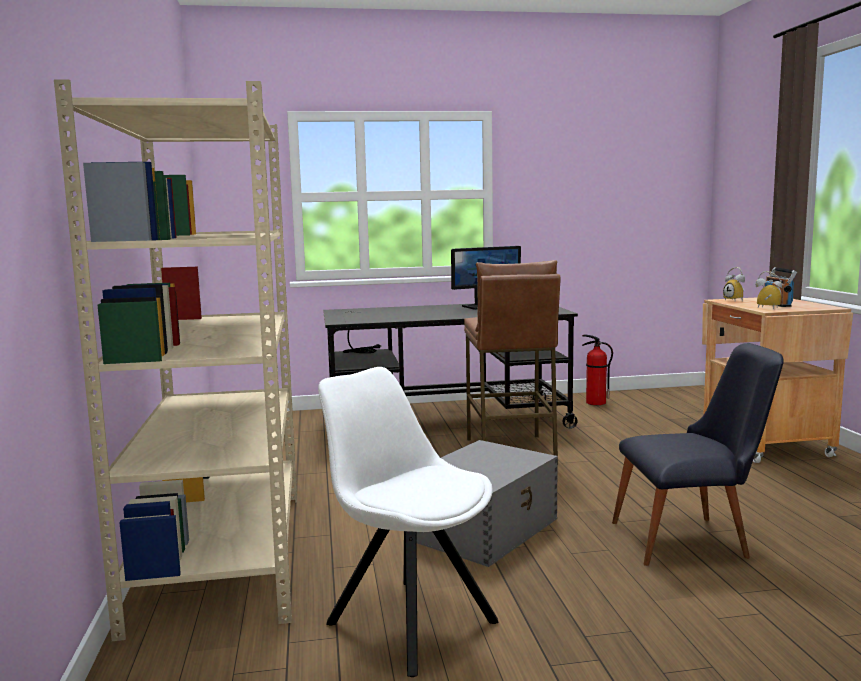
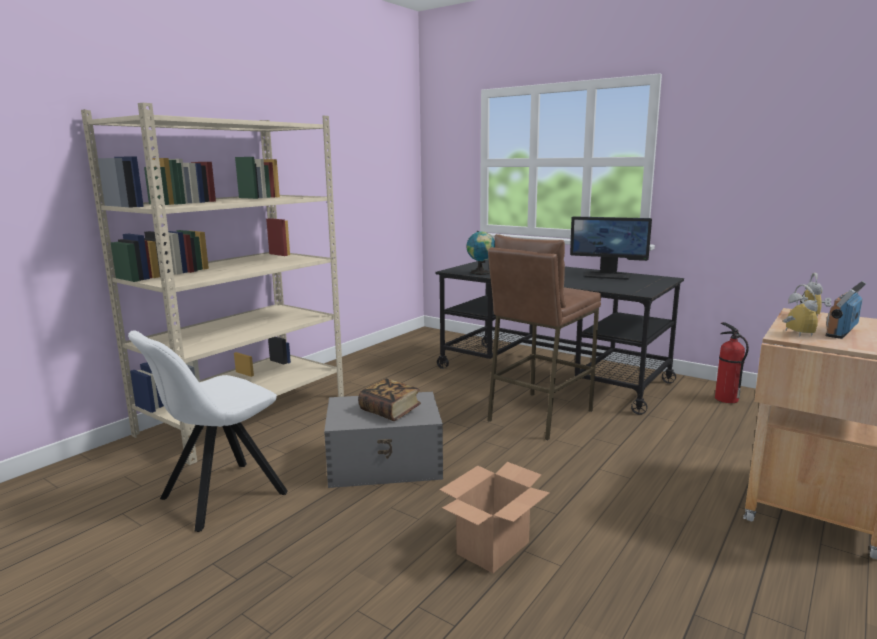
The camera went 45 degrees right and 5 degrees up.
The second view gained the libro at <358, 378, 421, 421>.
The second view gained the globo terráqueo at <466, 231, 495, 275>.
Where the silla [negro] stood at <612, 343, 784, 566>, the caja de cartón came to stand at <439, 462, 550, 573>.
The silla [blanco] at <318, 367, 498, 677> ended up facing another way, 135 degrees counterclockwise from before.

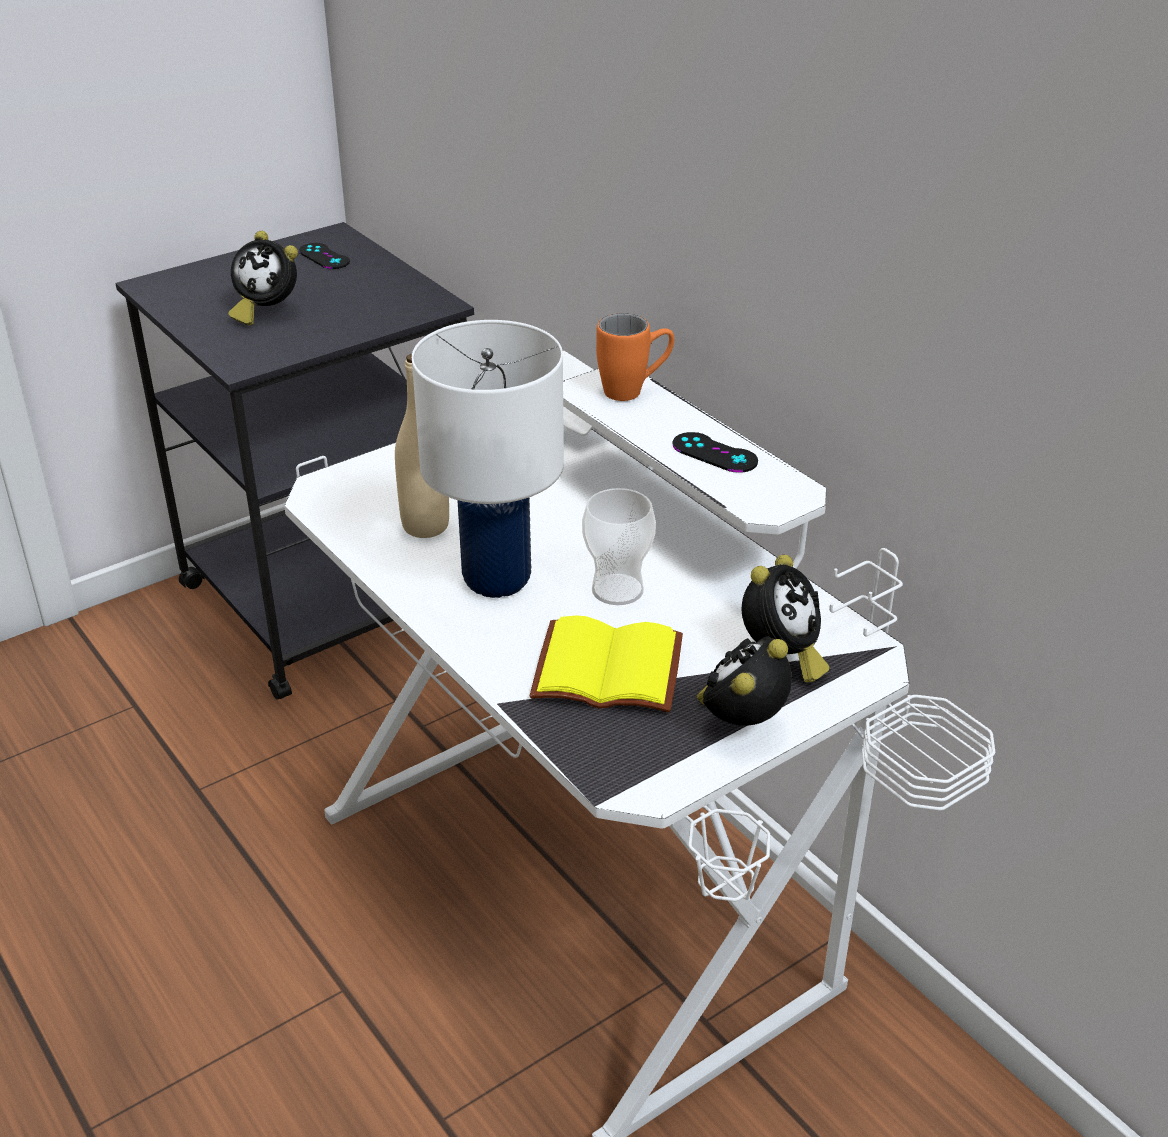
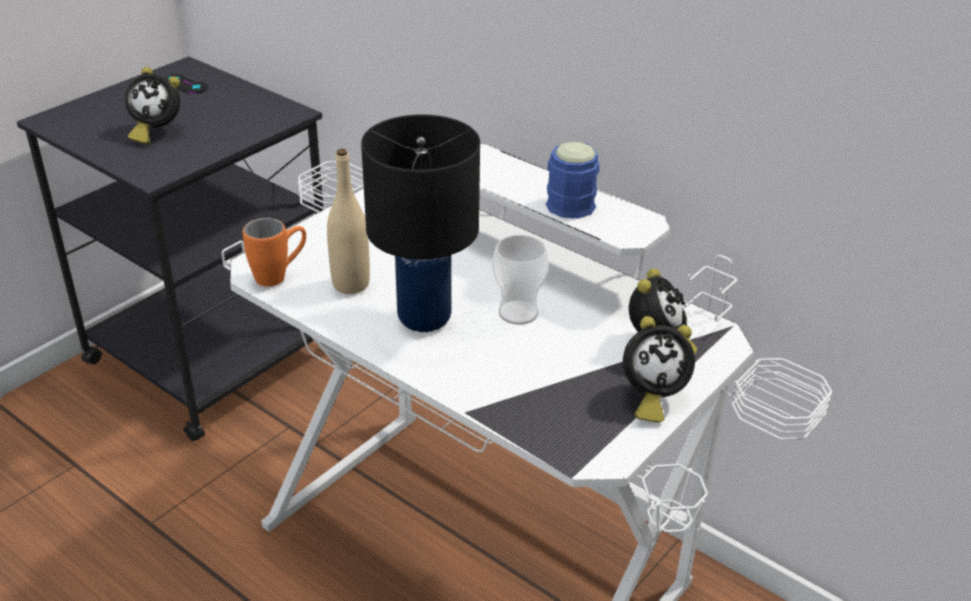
The camera went 15 degrees left and 0 degrees up.
The second view lost the libro [amarillo] at <530, 616, 683, 712>.
The taza grande [naranja] ended up elsewhere, having gone from <596, 313, 674, 401> to <243, 218, 306, 287>.
Where the mando de consola [negro] stood at <673, 432, 758, 473>, the taza grande [azul] came to stand at <546, 142, 600, 219>.
What was the lámpara de mesa [blanco] at <412, 320, 564, 598> turned into the lámpara de mesa [negro] at <361, 114, 480, 332>.
The despertador at <697, 636, 792, 726> ended up facing another way, 120 degrees counterclockwise from before.

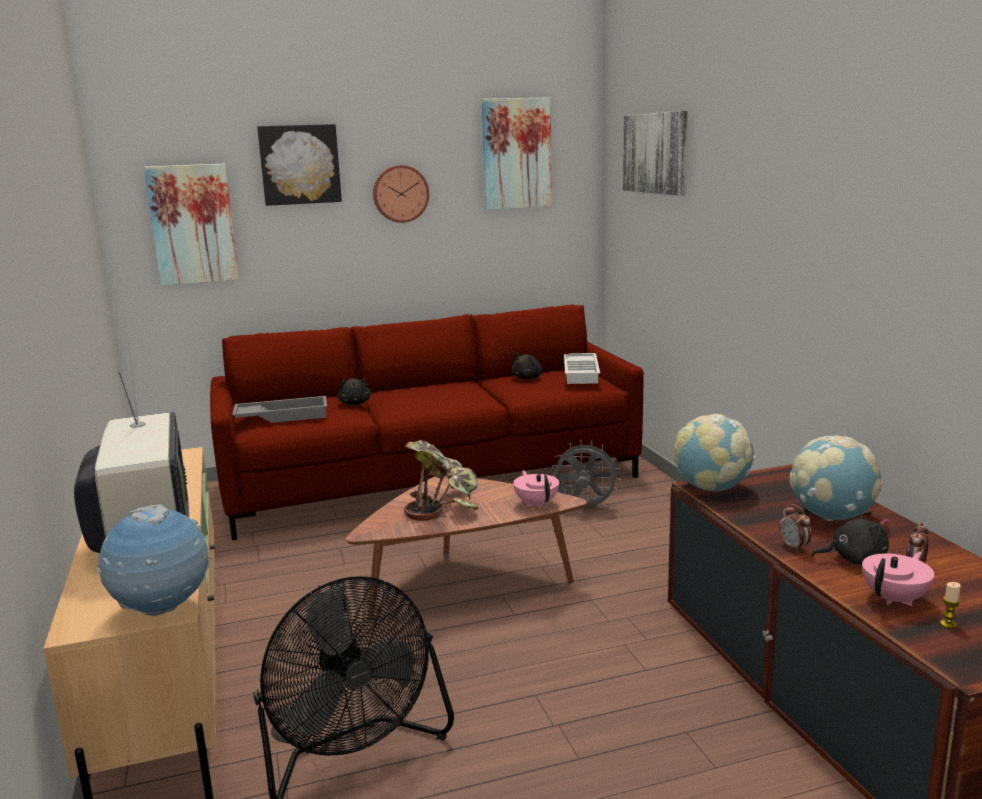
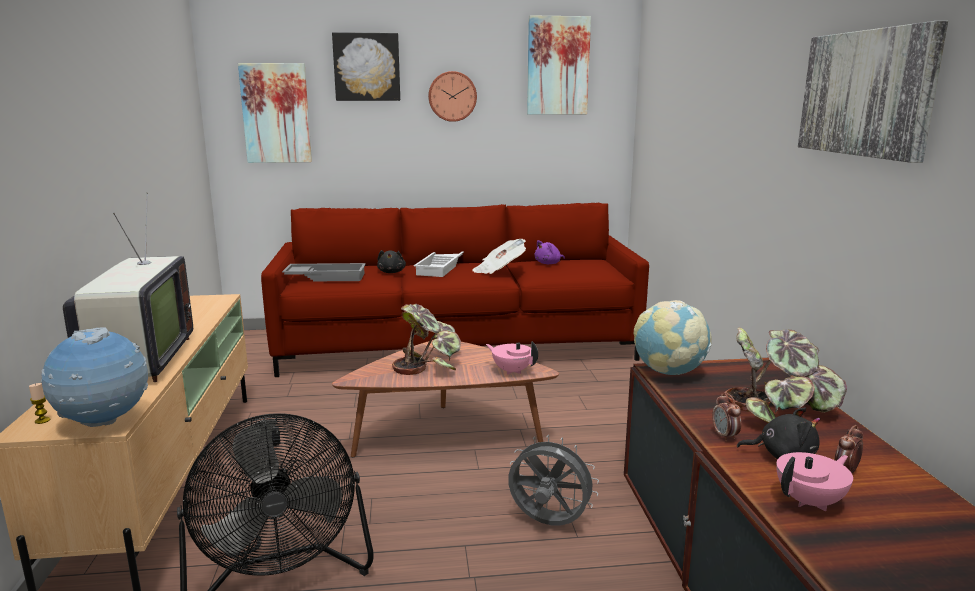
The camera went 10 degrees right and 0 degrees up.
The second view gained the periódico at <472, 239, 526, 274>.
The ventilador [gris] ended up elsewhere, having gone from <552, 440, 621, 507> to <508, 435, 599, 525>.
The bandeja [blanco] ended up elsewhere, having gone from <564, 353, 600, 384> to <414, 251, 464, 277>.
The cuadro ended up elsewhere, having gone from <623, 111, 688, 195> to <798, 21, 948, 163>.
The vela ended up elsewhere, having gone from <940, 582, 961, 628> to <29, 383, 50, 424>.
Where the globo terráqueo stood at <789, 435, 881, 521>, the planta en maceta came to stand at <724, 328, 847, 423>.
What was the peluche [negro] at <512, 353, 544, 379> turned into the peluche [morado] at <534, 240, 565, 264>.
The tetera [rosa] at <513, 470, 559, 509> ended up facing another way, 45 degrees counterclockwise from before.

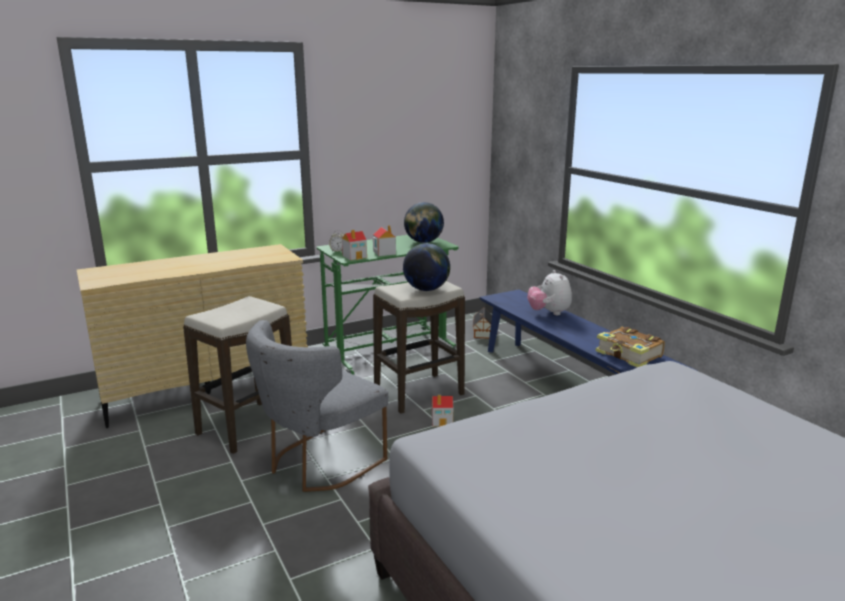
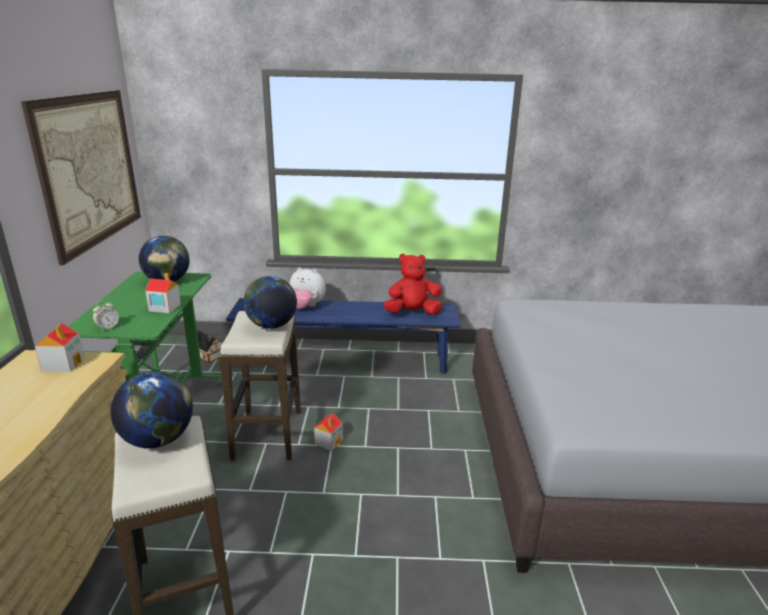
The camera went 60 degrees left and 5 degrees up.
The second view lost the silla [gris] at <246, 320, 388, 492>.
The second view gained the cuadro at <21, 90, 141, 265>.
The second view gained the globo terráqueo at <111, 371, 193, 448>.
The casita ended up elsewhere, having gone from <342, 230, 367, 260> to <35, 323, 84, 372>.
Where the libro stood at <596, 327, 665, 367>, the peluche [rojo] came to stand at <384, 253, 442, 315>.

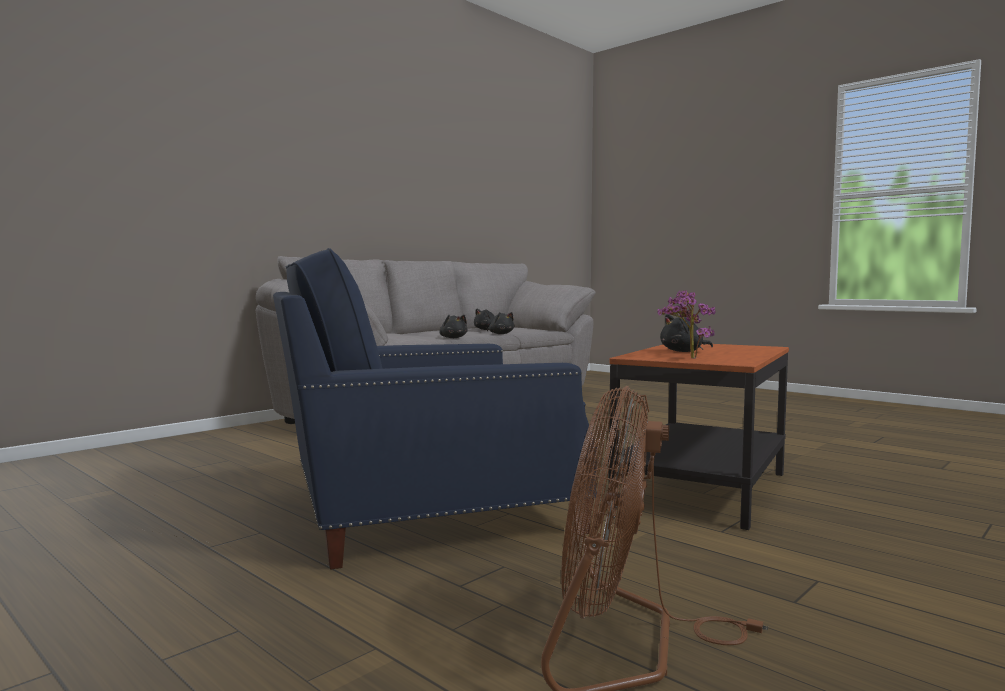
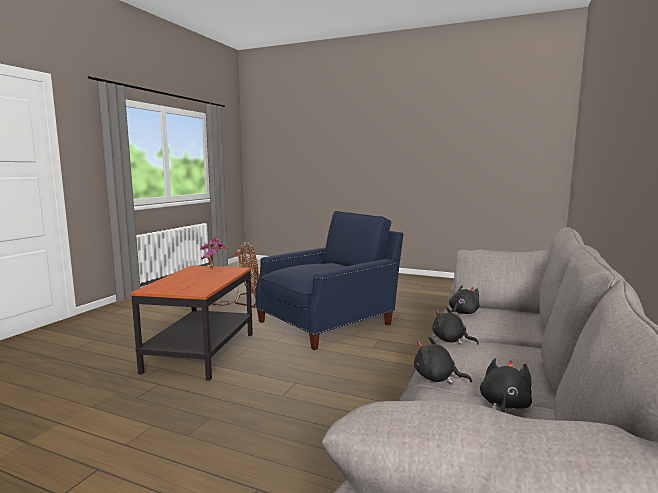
The camera went 160 degrees right and 5 degrees up.
The peluche [negro] ended up elsewhere, having gone from <660, 314, 713, 352> to <449, 285, 480, 314>.

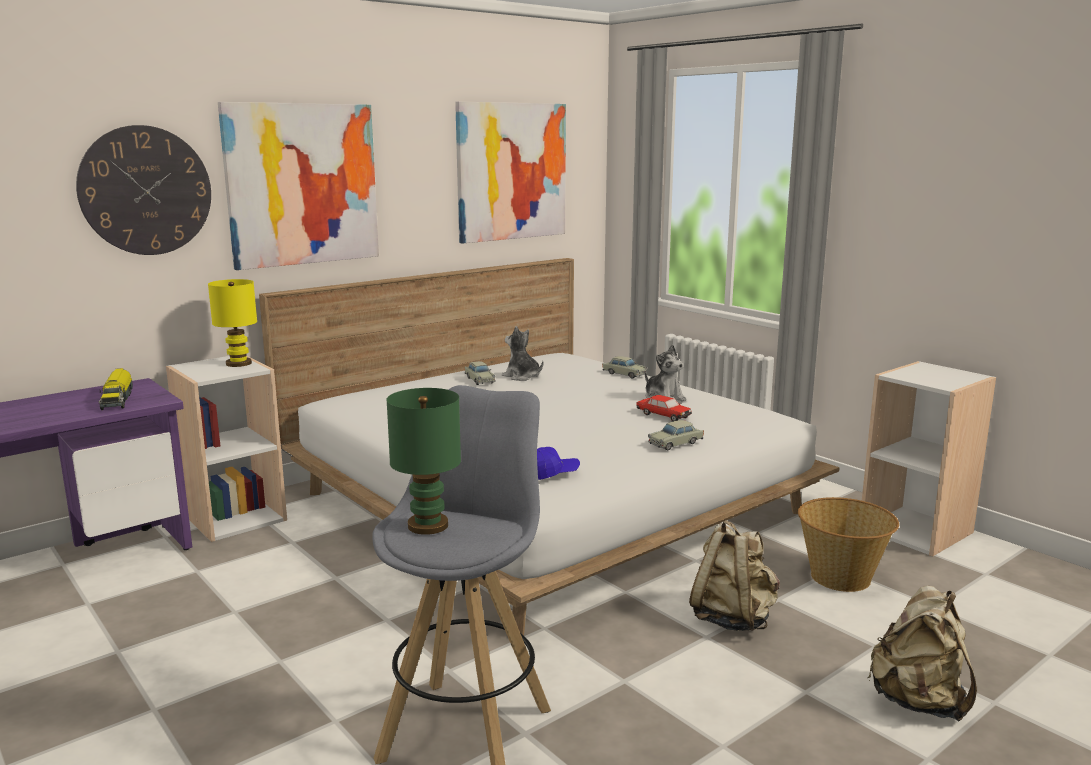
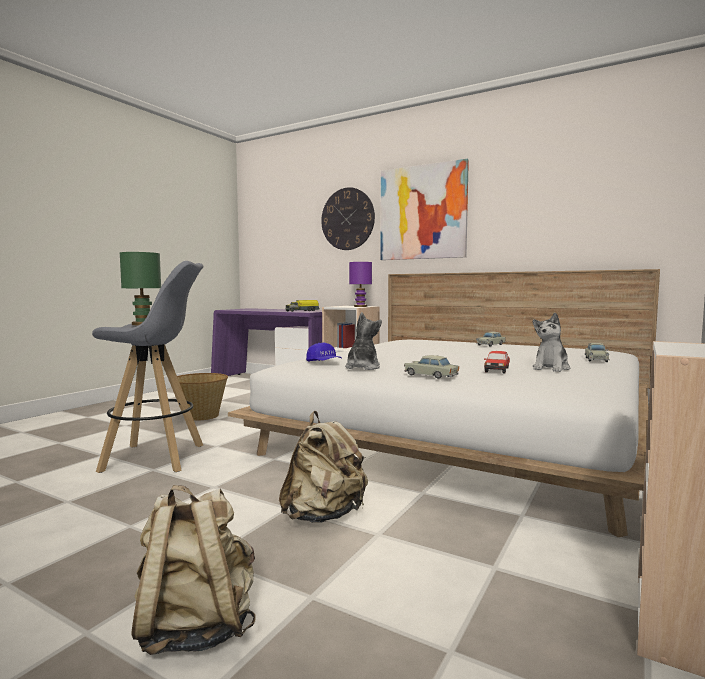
The camera went 70 degrees right and 10 degrees down.
The second view lost the cuadro at <455, 101, 566, 244>.
The peluche ended up elsewhere, having gone from <502, 326, 543, 381> to <345, 312, 382, 370>.
The cesta ended up elsewhere, having gone from <798, 497, 899, 592> to <177, 373, 228, 421>.
What was the lámpara de mesa [amarillo] at <208, 279, 257, 367> turned into the lámpara de mesa [morado] at <349, 262, 372, 307>.

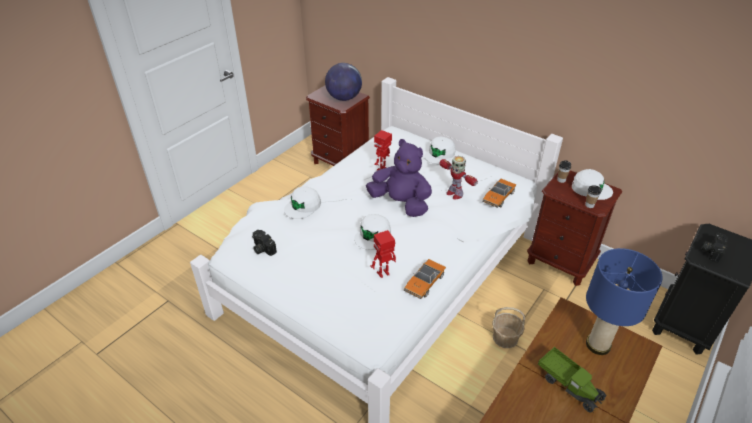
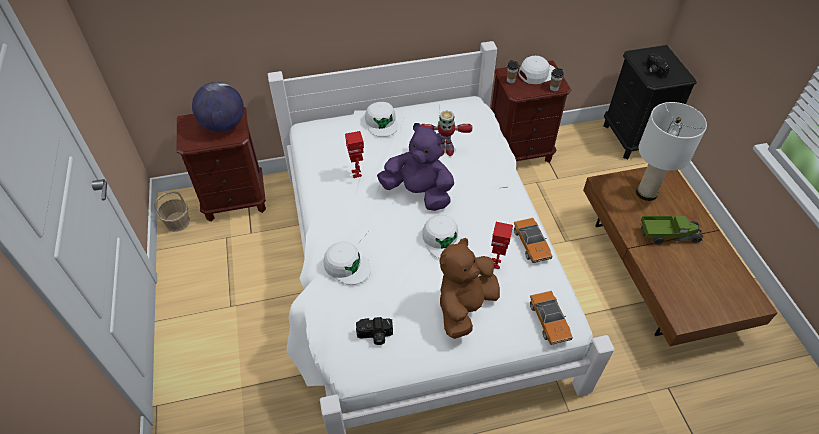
The camera went 50 degrees left and 10 degrees up.
The second view gained the peluche [marrón] at <439, 238, 500, 339>.
The coche de juguete ended up elsewhere, having gone from <482, 179, 516, 208> to <530, 291, 573, 345>.
The cesta ended up elsewhere, having gone from <492, 307, 525, 348> to <154, 191, 190, 232>.
What was the lámpara de mesa [azul] at <586, 248, 663, 355> turned into the lámpara de mesa [blanco] at <636, 102, 707, 201>.
The gorra [blanco] at <284, 186, 321, 219> ended up facing another way, 45 degrees counterclockwise from before.
The peluche [morado] at <366, 139, 432, 217> ended up facing another way, 45 degrees clockwise from before.

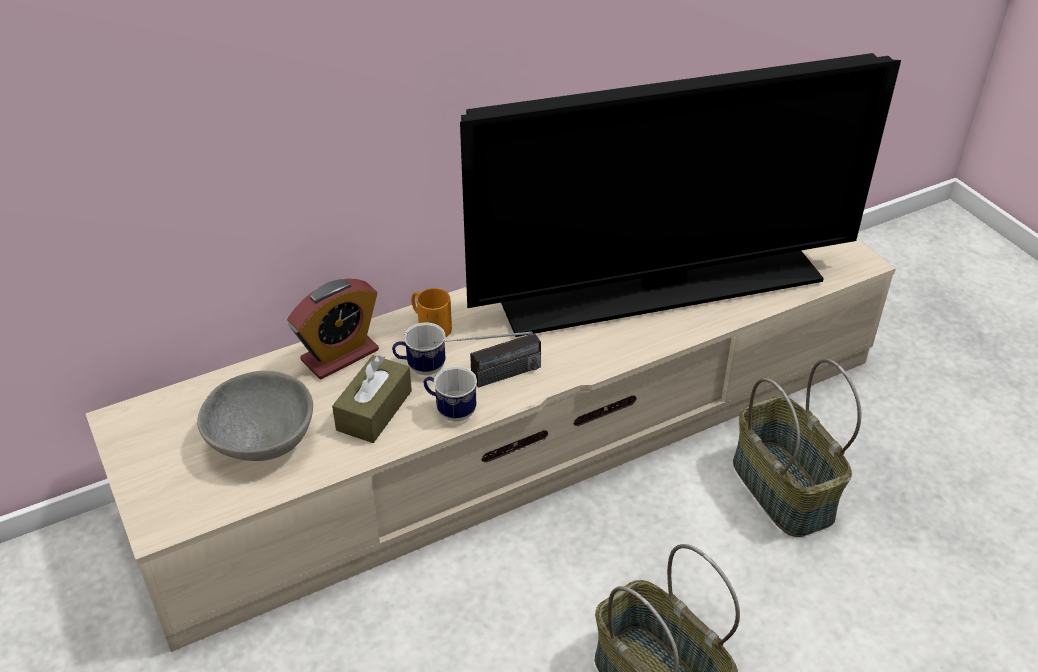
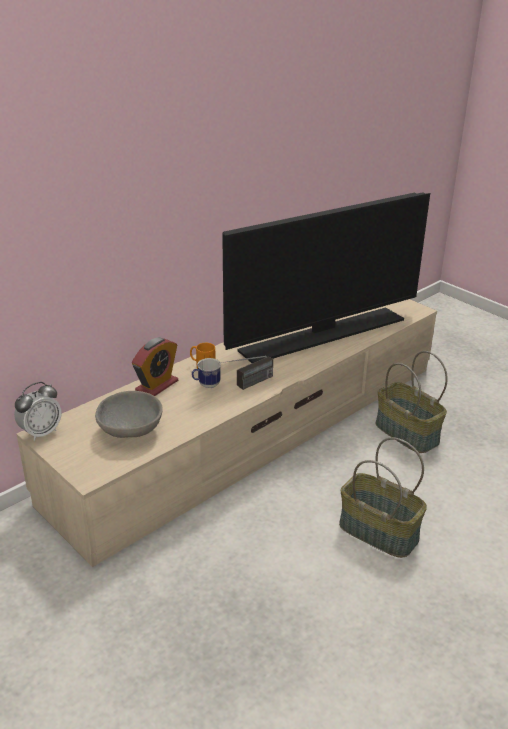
The camera went 15 degrees left and 10 degrees down.
The second view lost the caja de pañuelos [marrón] at <332, 355, 412, 443>.
The second view lost the taza grande at <424, 366, 477, 421>.
The second view gained the despertador at <14, 382, 62, 441>.

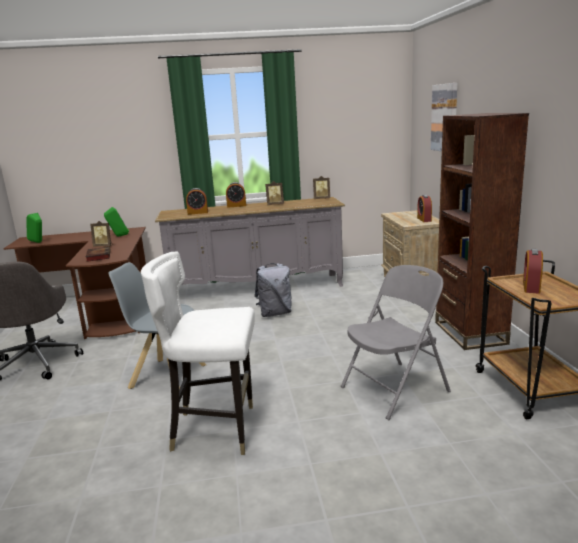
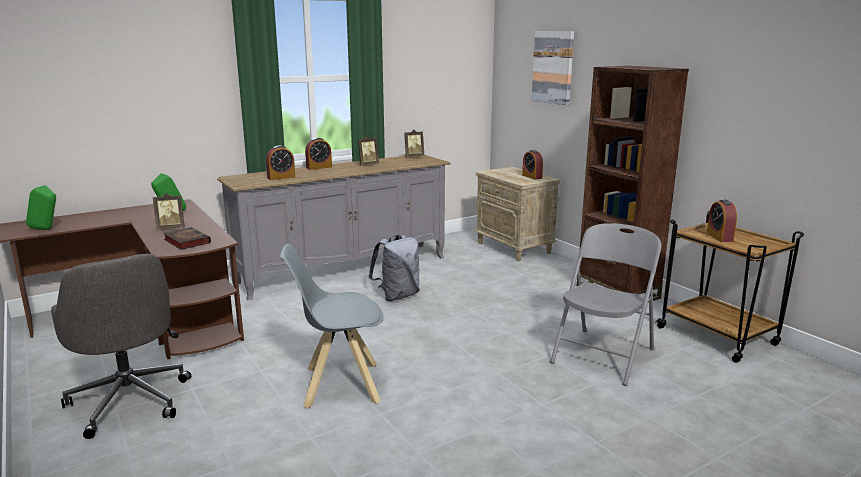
The camera went 25 degrees left and 0 degrees up.
The second view lost the silla [blanco] at <141, 252, 255, 455>.

